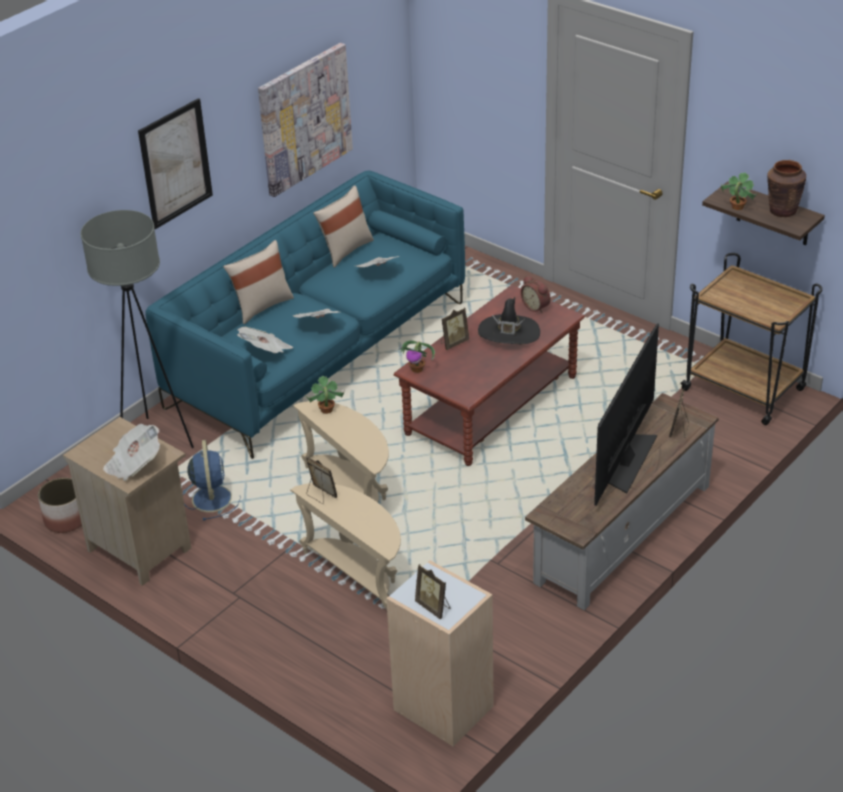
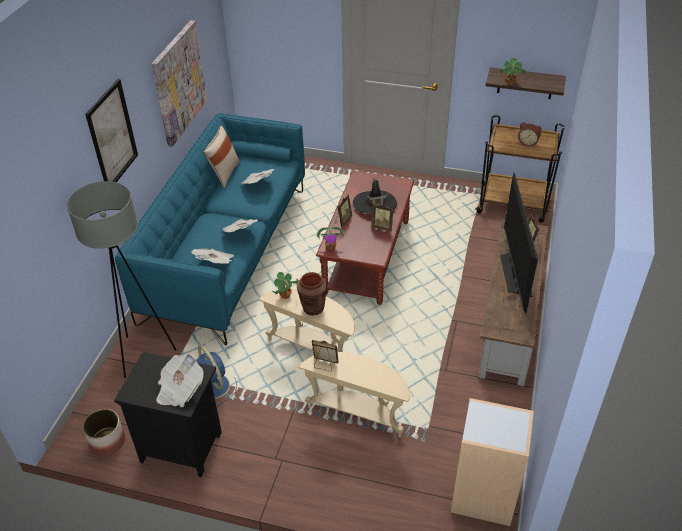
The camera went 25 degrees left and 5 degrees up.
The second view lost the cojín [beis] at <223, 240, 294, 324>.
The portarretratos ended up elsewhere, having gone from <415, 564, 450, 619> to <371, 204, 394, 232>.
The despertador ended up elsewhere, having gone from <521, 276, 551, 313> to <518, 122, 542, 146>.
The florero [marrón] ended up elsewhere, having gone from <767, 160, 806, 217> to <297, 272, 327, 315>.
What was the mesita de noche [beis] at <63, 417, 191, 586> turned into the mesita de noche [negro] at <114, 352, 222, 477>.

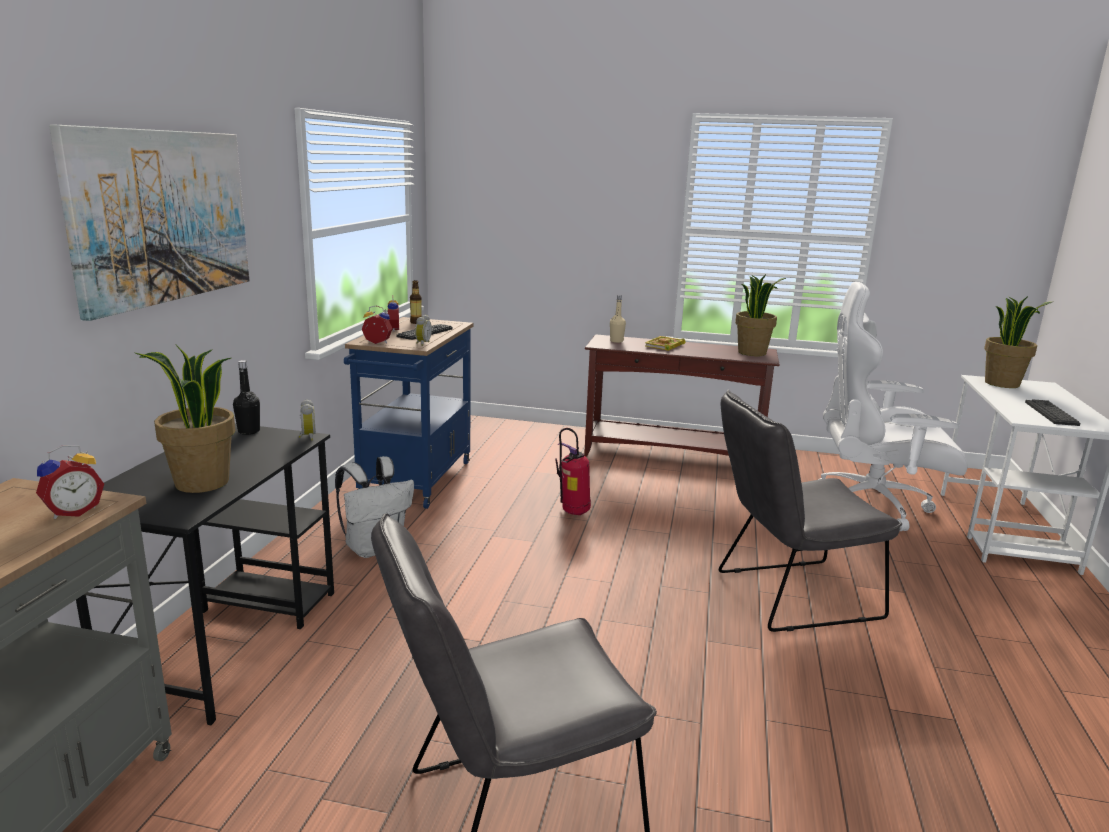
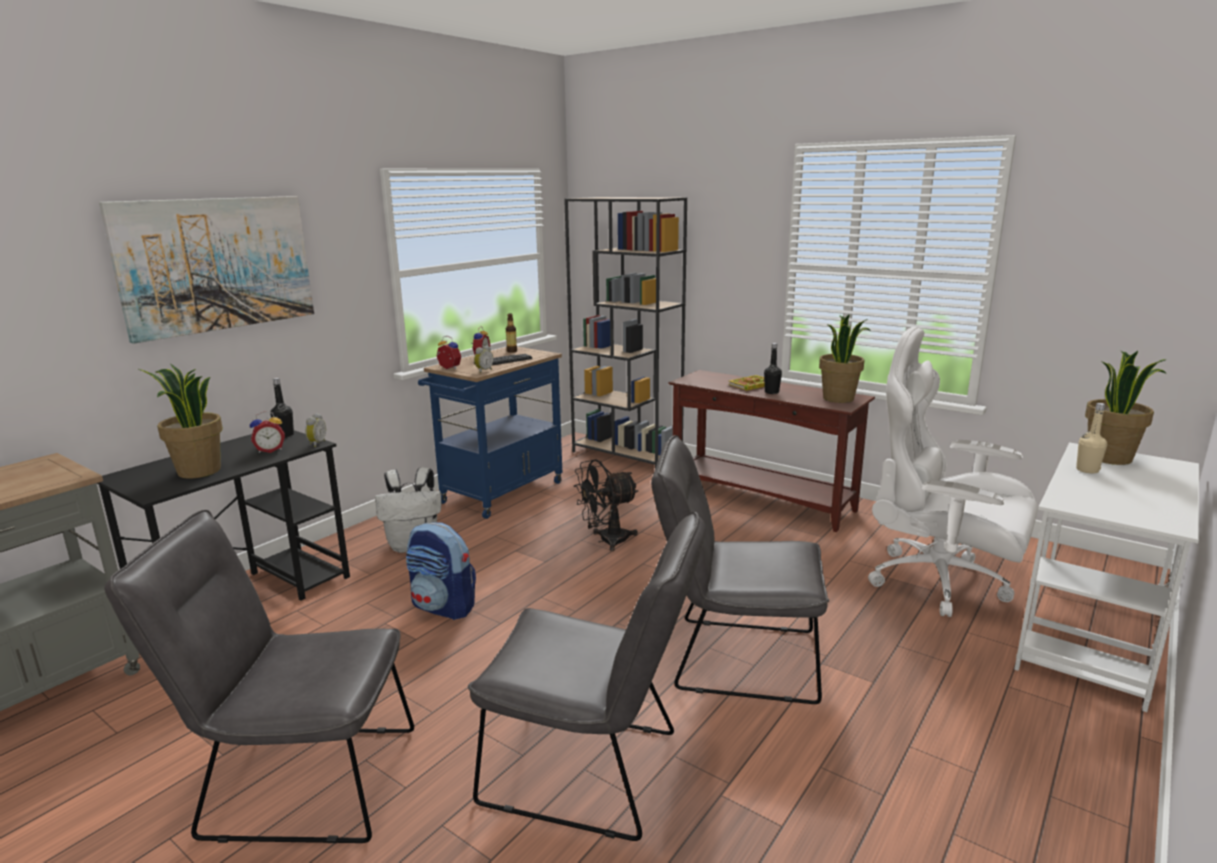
The camera went 25 degrees right and 0 degrees up.
The second view lost the teclado at <1025, 399, 1080, 426>.
The second view gained the mochila at <406, 522, 476, 620>.
The second view gained the silla [gris] at <468, 512, 706, 841>.
The second view gained the estantería at <564, 197, 687, 468>.
The second view gained the botella [negro] at <764, 343, 782, 394>.
The despertador ended up elsewhere, having gone from <36, 445, 104, 519> to <250, 412, 285, 453>.
The botella [beis] ended up elsewhere, having gone from <610, 295, 626, 343> to <1076, 403, 1107, 473>.
Where the extintor stood at <555, 428, 591, 515>, the ventilador [negro] came to stand at <574, 459, 638, 551>.

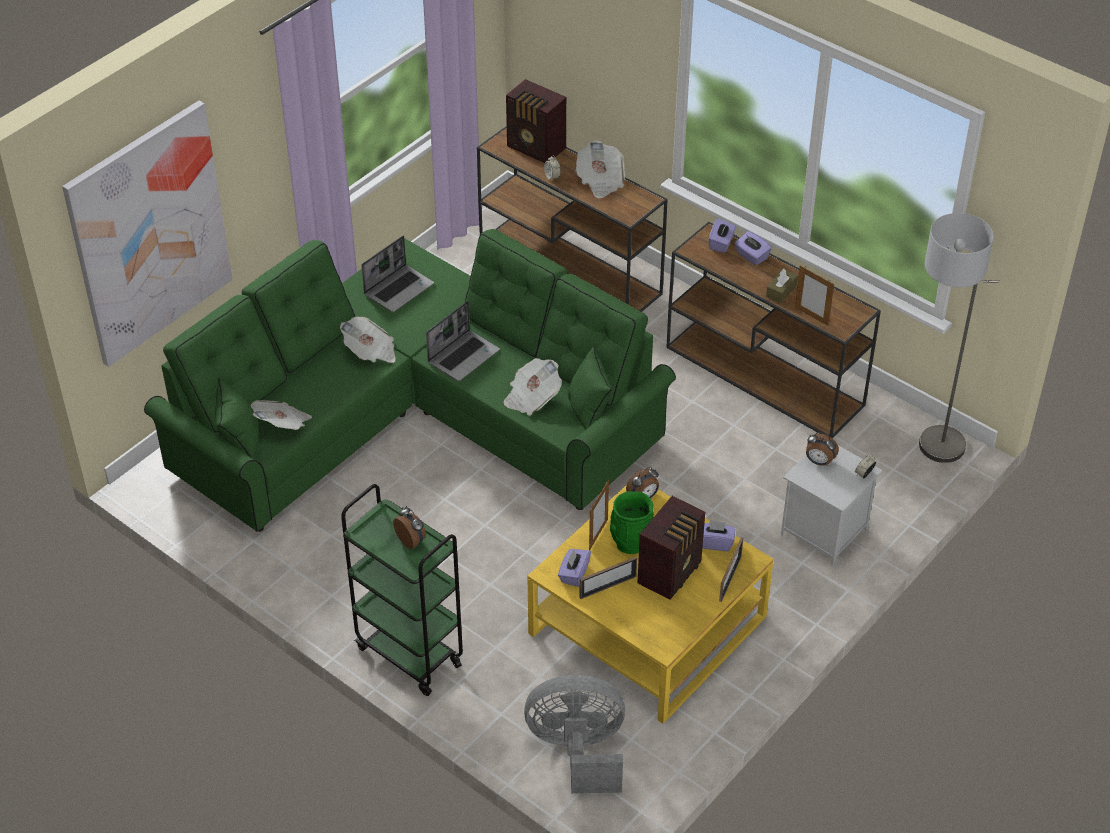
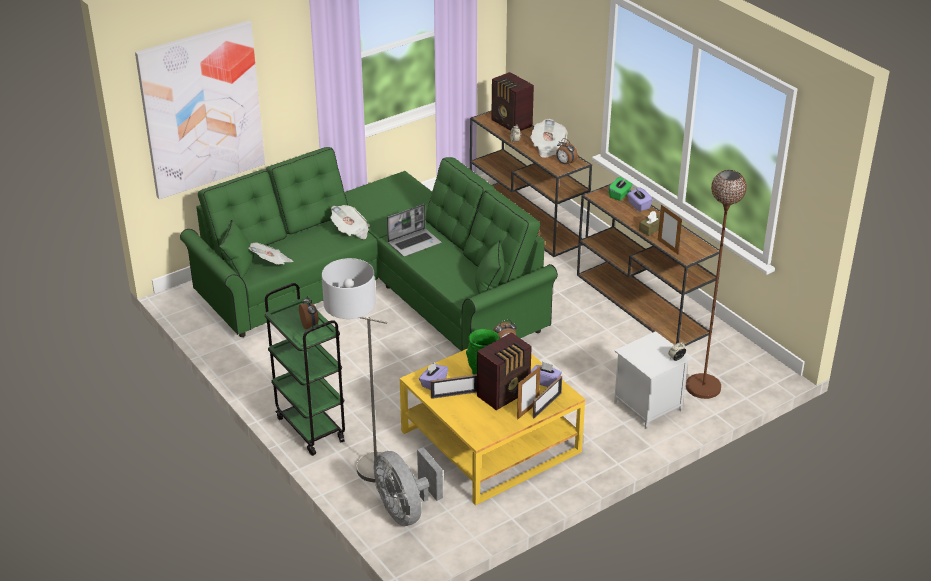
The camera went 15 degrees right and 10 degrees down.
The second view lost the portátil at <361, 236, 434, 312>.
The second view lost the periódico at <503, 358, 562, 416>.
The second view gained the lámpara de pie [marrón] at <686, 170, 747, 399>.
The portarretratos ended up elsewhere, having gone from <589, 480, 609, 550> to <517, 366, 541, 420>.
The despertador ended up elsewhere, having gone from <806, 432, 839, 466> to <556, 138, 578, 166>.
The lámpara de pie [gris] ended up elsewhere, having gone from <919, 213, 1000, 463> to <322, 258, 393, 483>.
What was the caja de pañuelos [morado] at <709, 218, 736, 253> turned into the caja de pañuelos [verde] at <608, 177, 633, 201>.
The ventilador [gris] at <524, 675, 625, 793> ended up facing another way, 135 degrees counterclockwise from before.

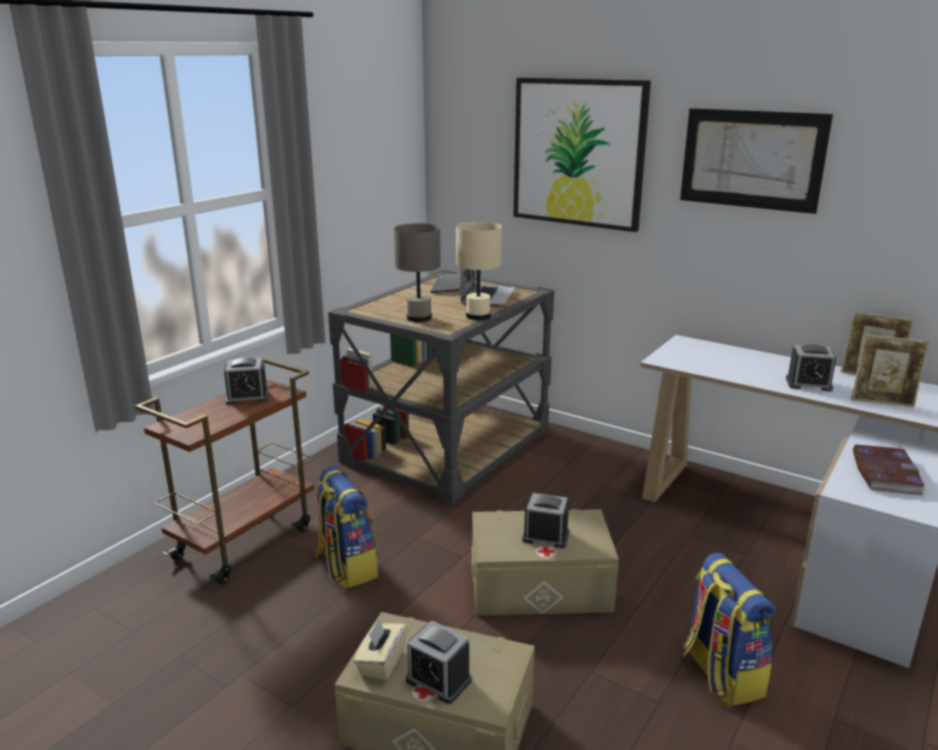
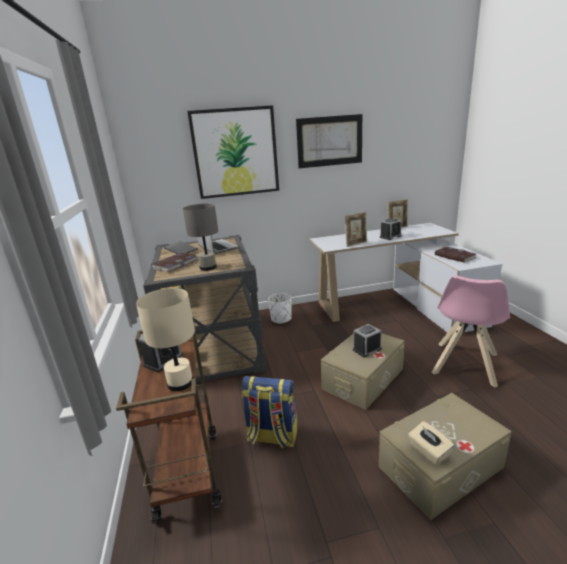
The camera went 45 degrees left and 0 degrees up.
The second view lost the despertador at <406, 620, 472, 704>.
The second view gained the libro at <151, 253, 197, 272>.
The second view gained the maceta [blanco] at <268, 293, 292, 324>.
The lámpara de mesa [beis] ended up elsewhere, having gone from <456, 222, 502, 320> to <136, 288, 195, 391>.
The portarretratos ended up elsewhere, having gone from <851, 334, 930, 407> to <345, 212, 367, 247>.
Where the mochila stood at <683, 552, 776, 707>, the silla [rosa] came to stand at <432, 276, 510, 387>.

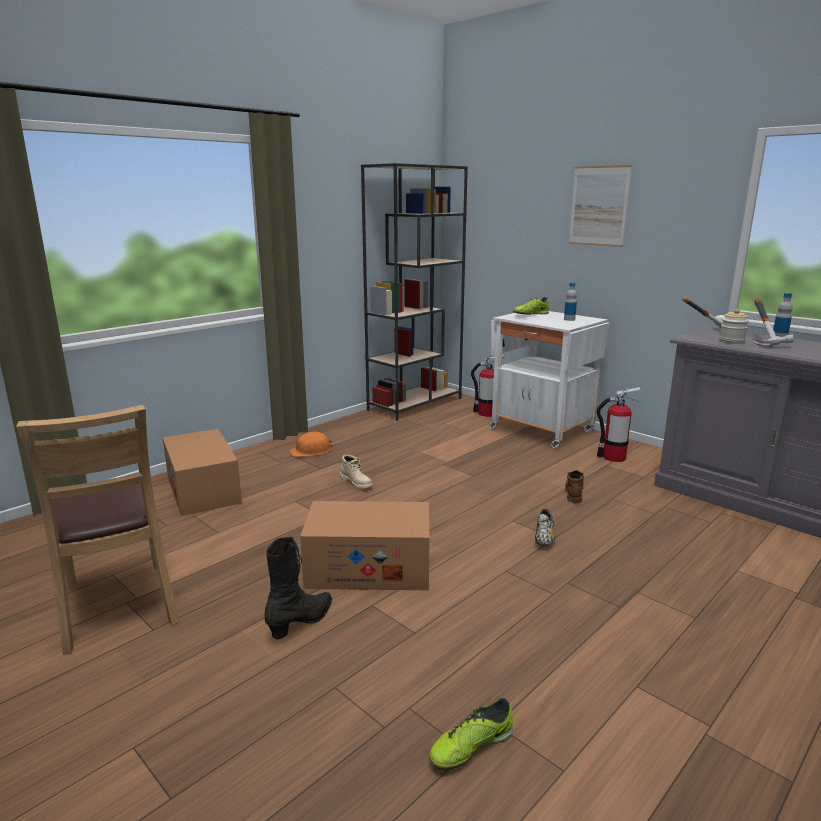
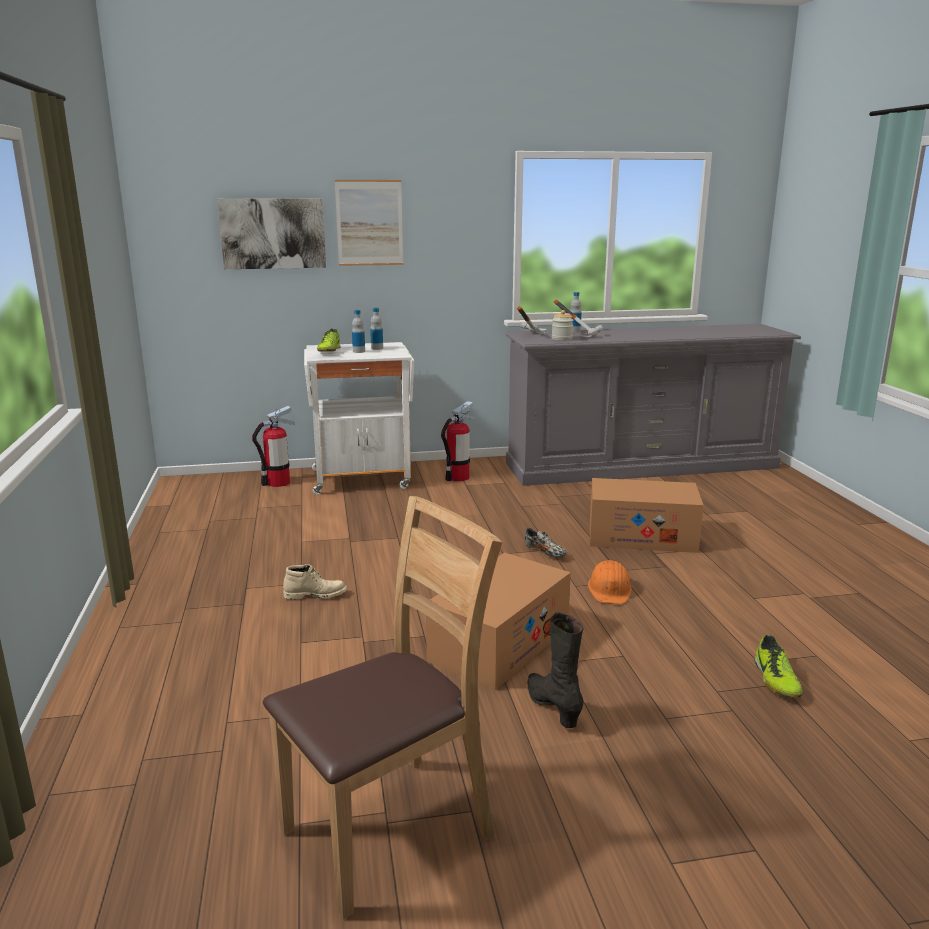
The camera went 55 degrees left and 0 degrees up.
The second view lost the estantería at <361, 163, 468, 421>.
The second view lost the bota [marrón] at <565, 470, 584, 503>.
The second view gained the cuadro at <217, 198, 326, 269>.
The second view gained the botella at <352, 310, 365, 353>.
The caja de cartón ended up elsewhere, having gone from <163, 429, 242, 516> to <590, 478, 704, 553>.
The casco [naranja] ended up elsewhere, having gone from <289, 431, 332, 457> to <588, 560, 632, 604>.
The silla [marrón] at <16, 405, 179, 655> ended up facing another way, 45 degrees counterclockwise from before.

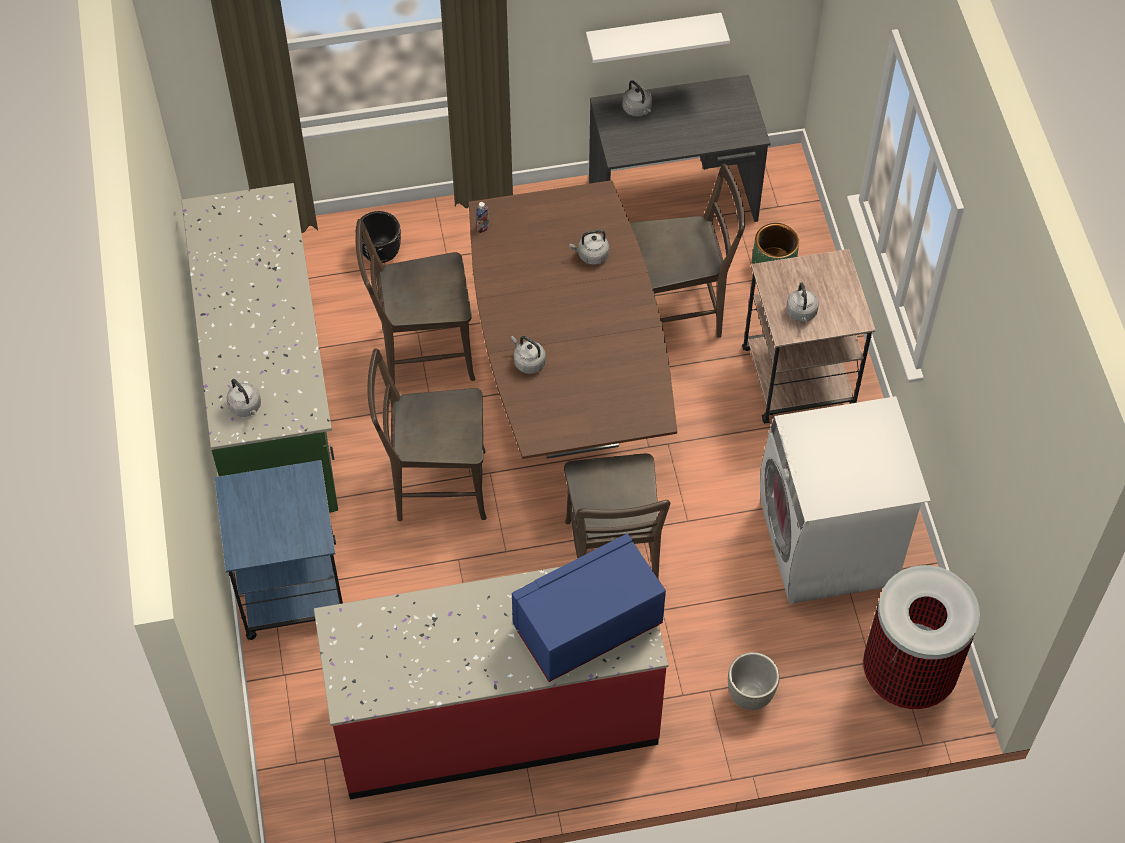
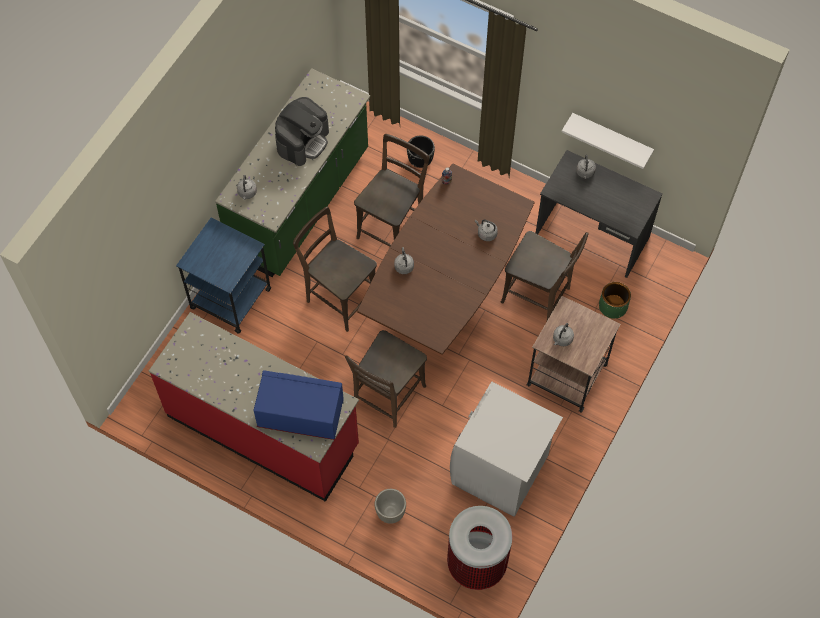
The camera went 40 degrees right and 5 degrees up.
The second view gained the cafetera at <275, 97, 329, 166>.
The silla [marrón] at <356, 219, 475, 384> ended up facing another way, 90 degrees clockwise from before.

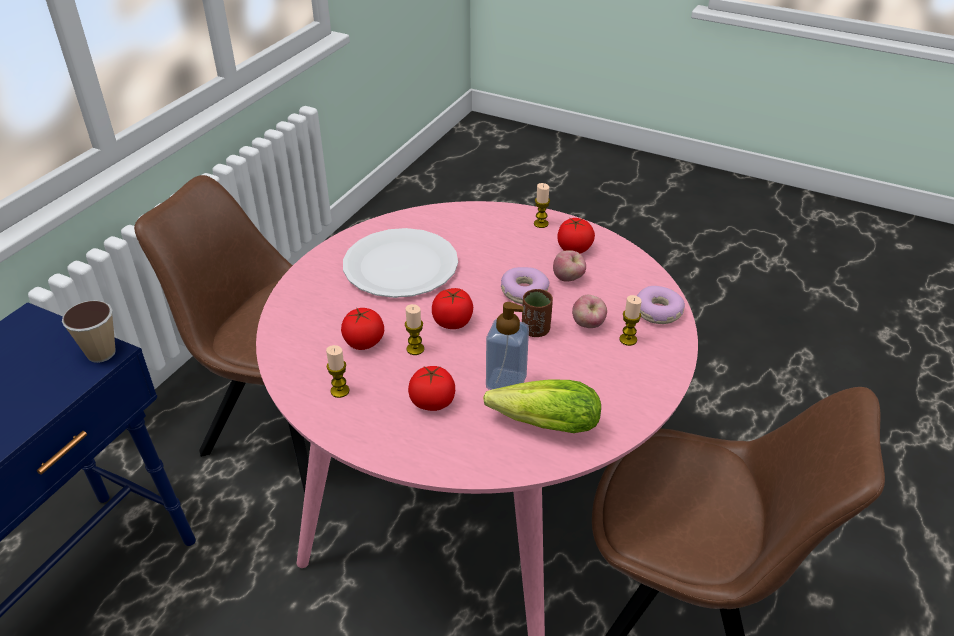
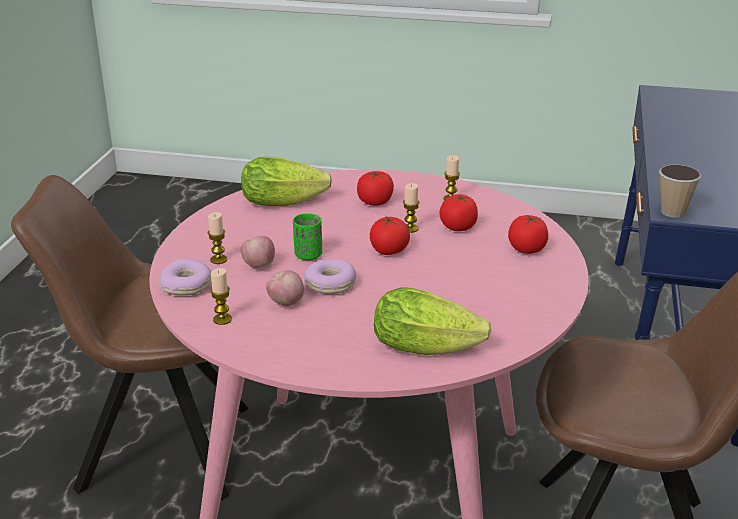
The camera went 165 degrees right and 10 degrees down.
The second view lost the plato [blanco] at <343, 228, 458, 298>.
The second view lost the dispensador de jabón at <486, 302, 529, 390>.
The second view gained the lechuga at <374, 287, 492, 355>.
The vela ended up elsewhere, having gone from <534, 183, 550, 228> to <210, 268, 232, 325>.
The tomate ended up elsewhere, having gone from <557, 218, 595, 254> to <508, 215, 548, 254>.
What was the taza [marrón] at <522, 289, 553, 337> turned into the taza [verde] at <293, 213, 322, 260>.

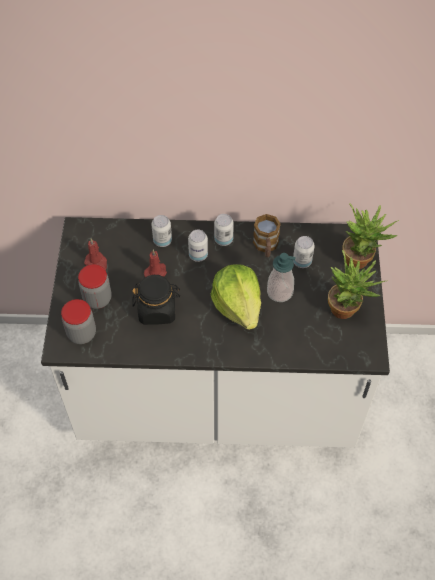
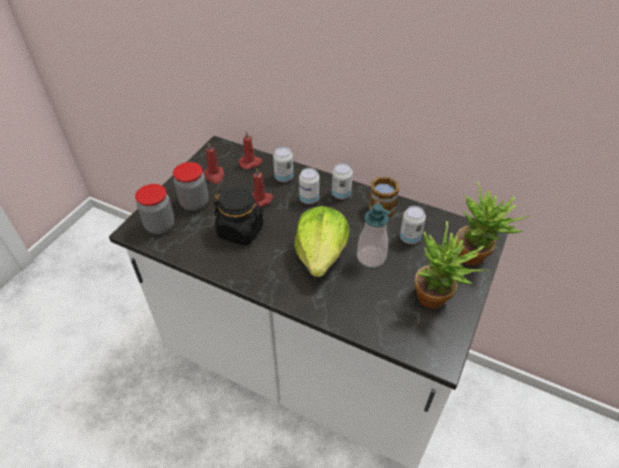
The camera went 25 degrees right and 10 degrees down.
The second view gained the vela [rojo] at <238, 130, 262, 169>.

